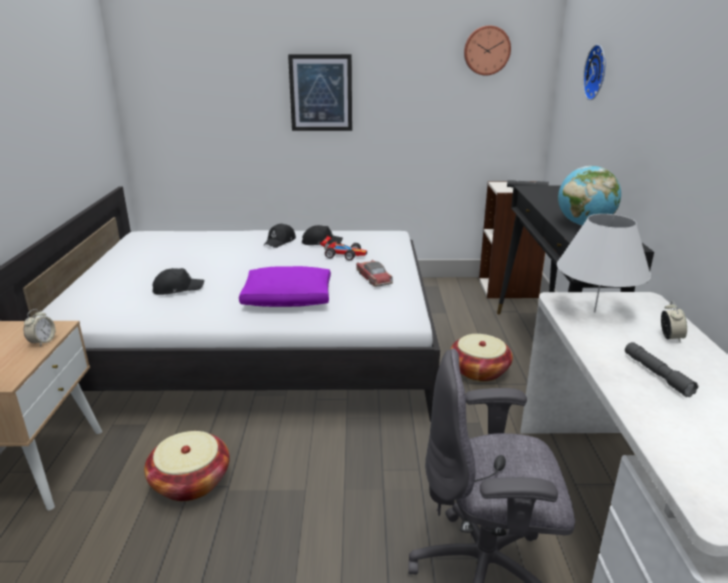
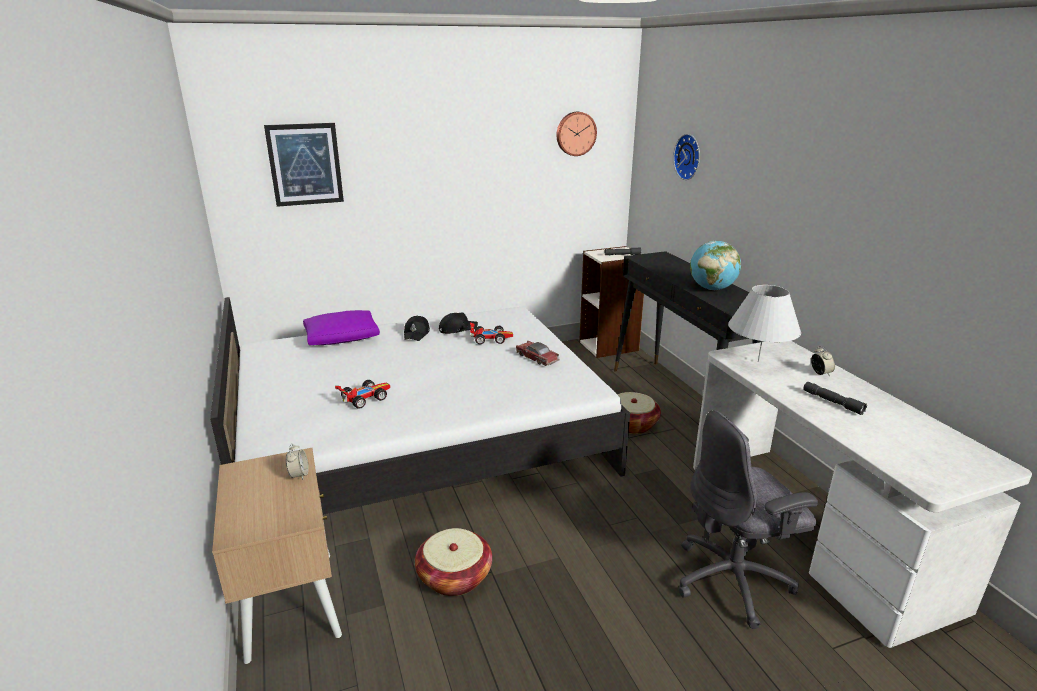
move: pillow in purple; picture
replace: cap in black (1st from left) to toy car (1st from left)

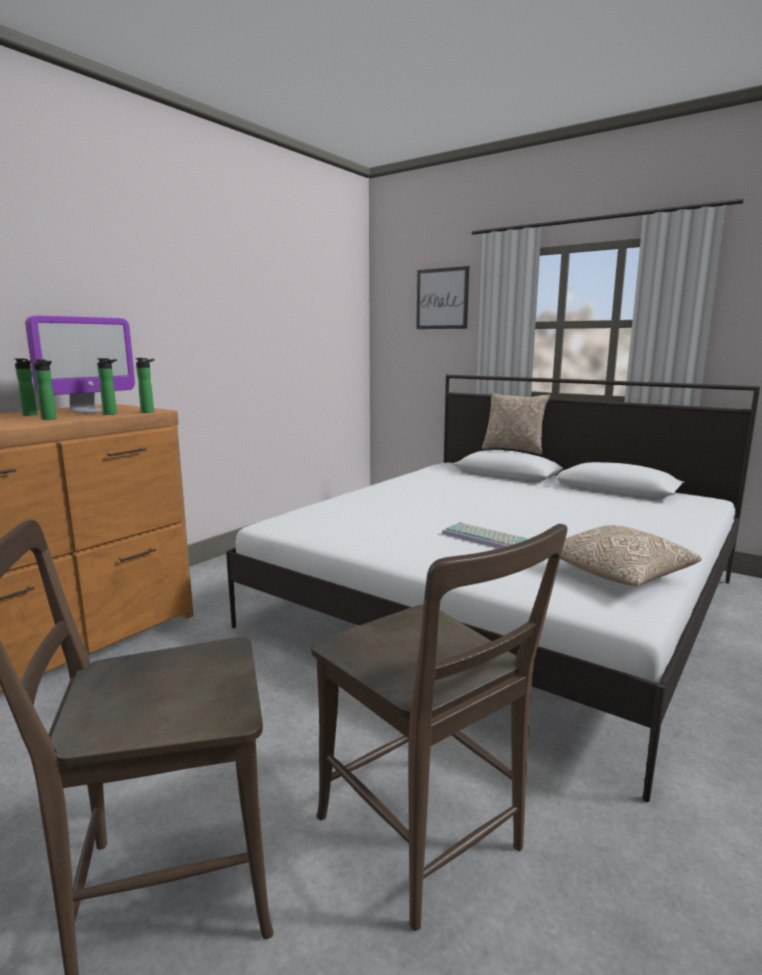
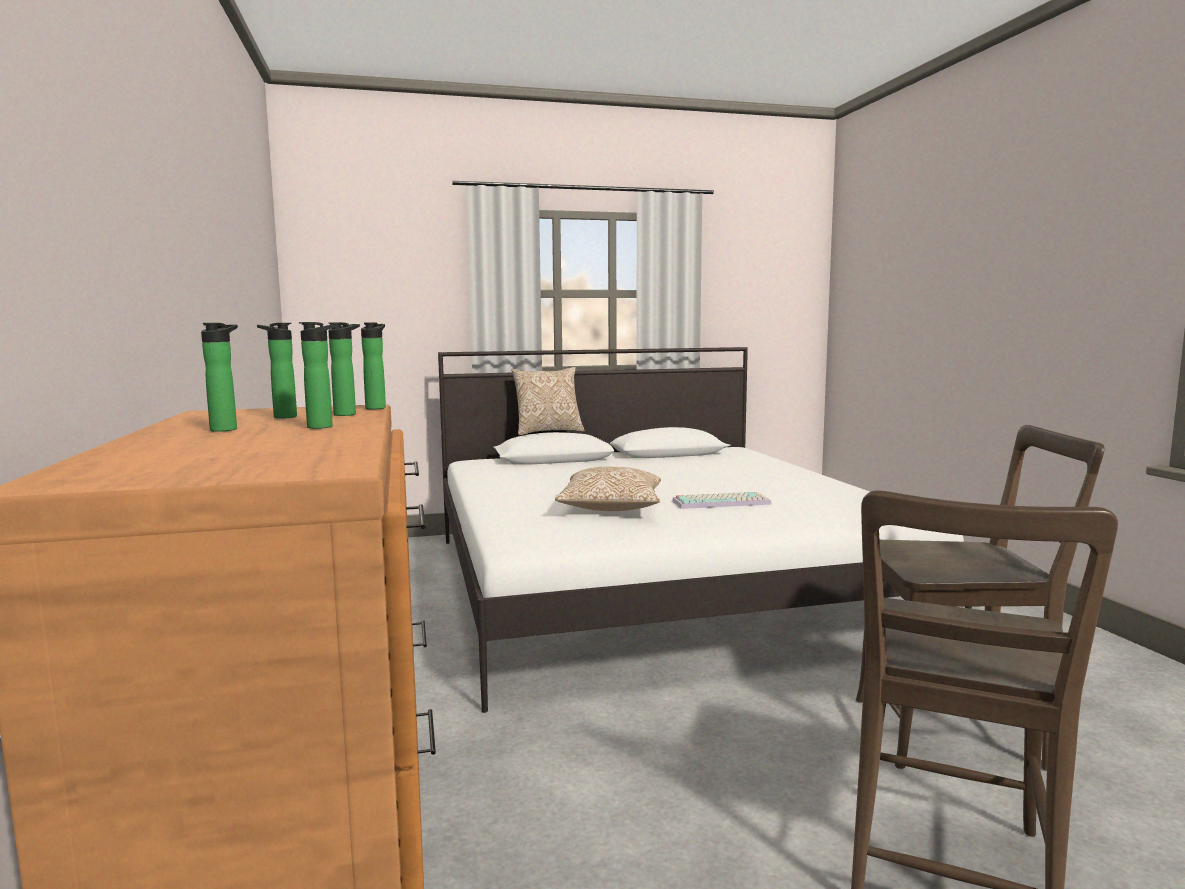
delete: picture
move: pillow (2nd from left)
replace: monitor to bottle (2nd from left)

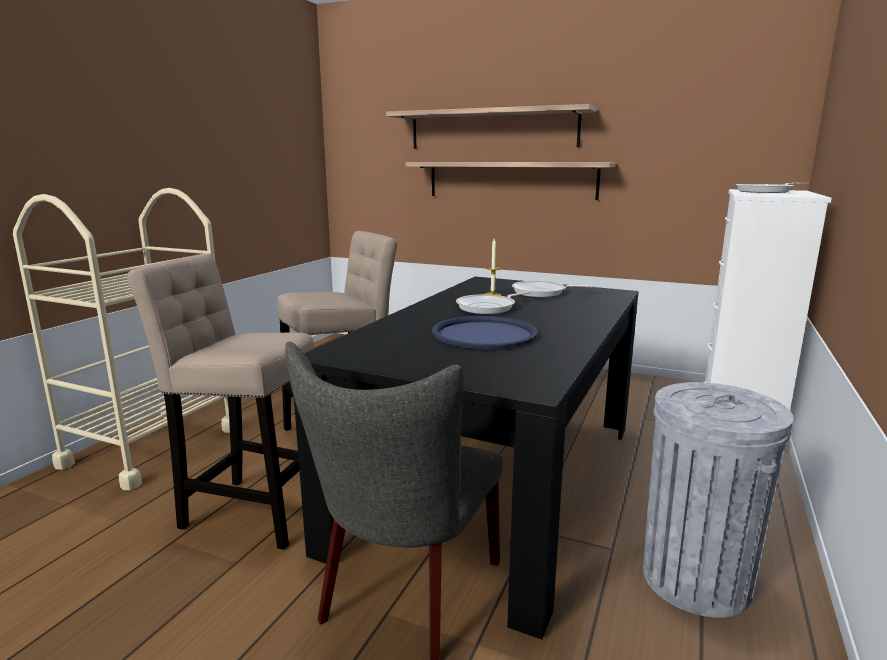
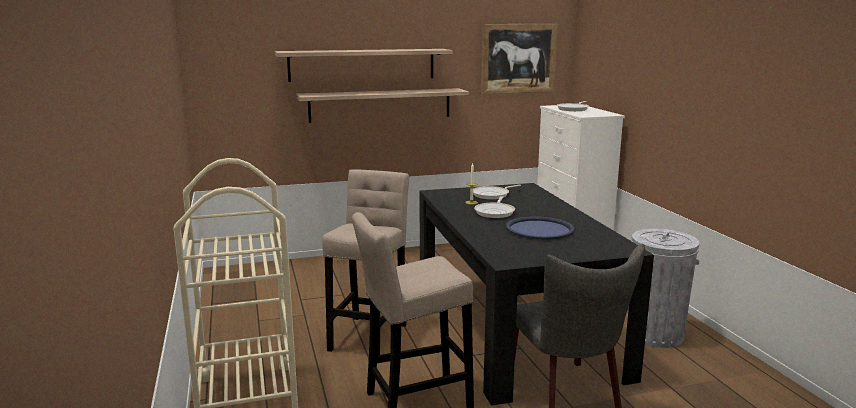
insert: picture

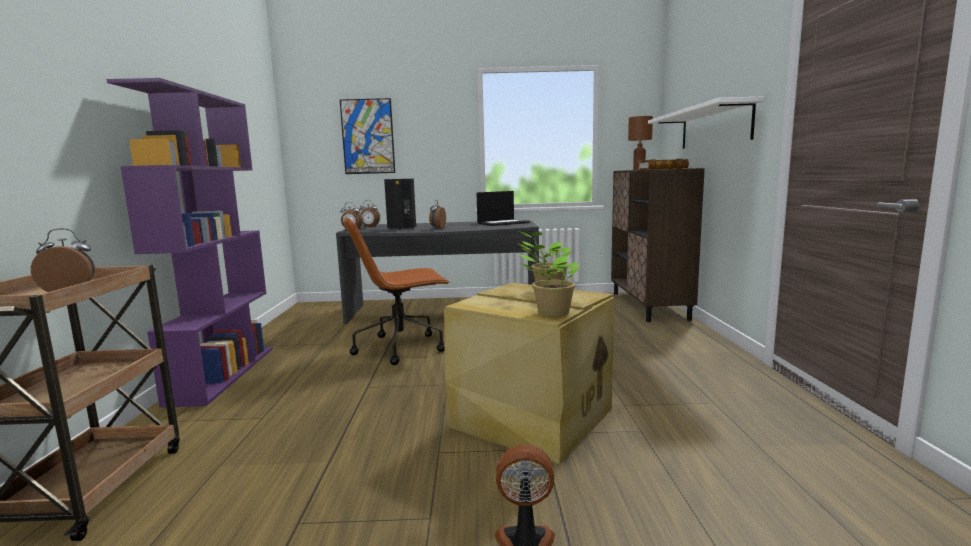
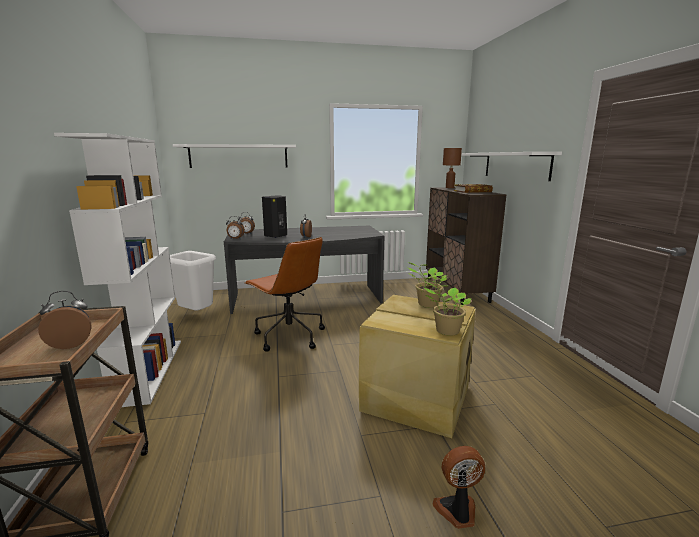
delete: laptop
insert: trash can in white
replace: picture to shelf in white (1st from left)
recolor: bookcase in purple to bookcase in white
rotate: office chair in brown 105 degrees counterclockwise

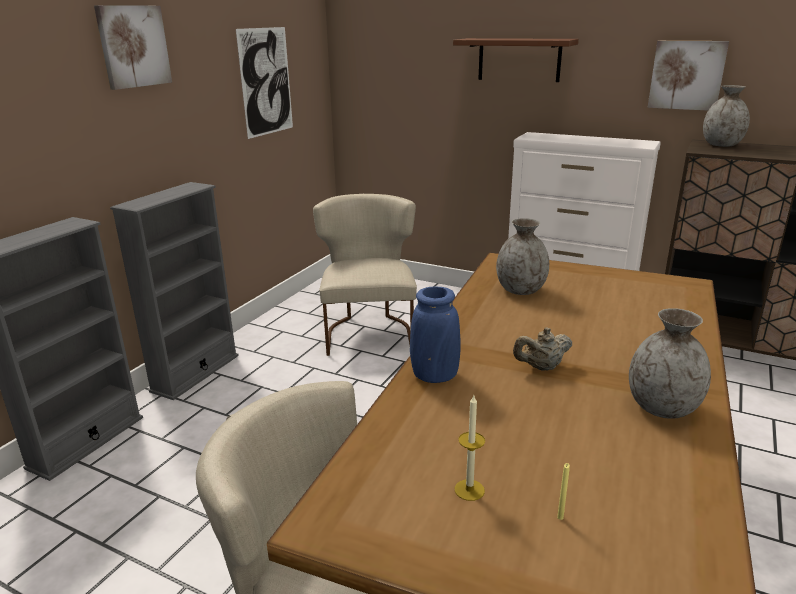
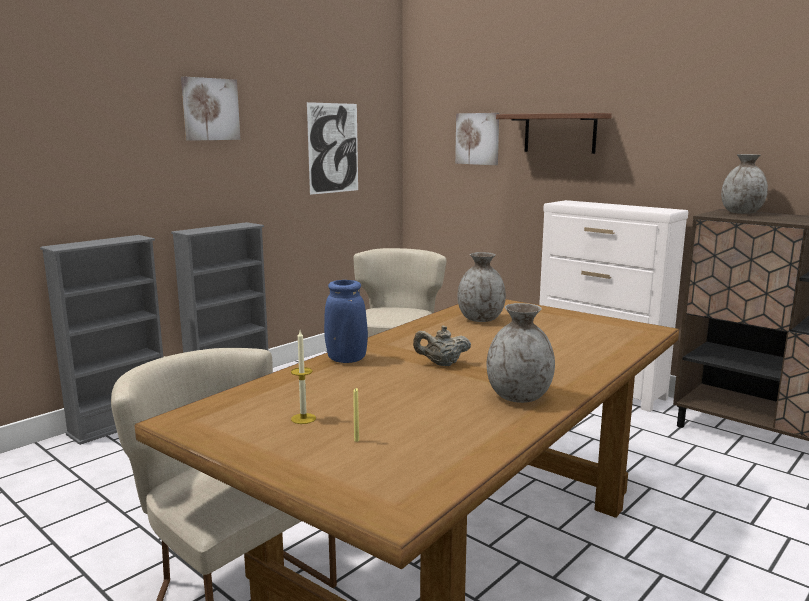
move: picture (3rd from left)

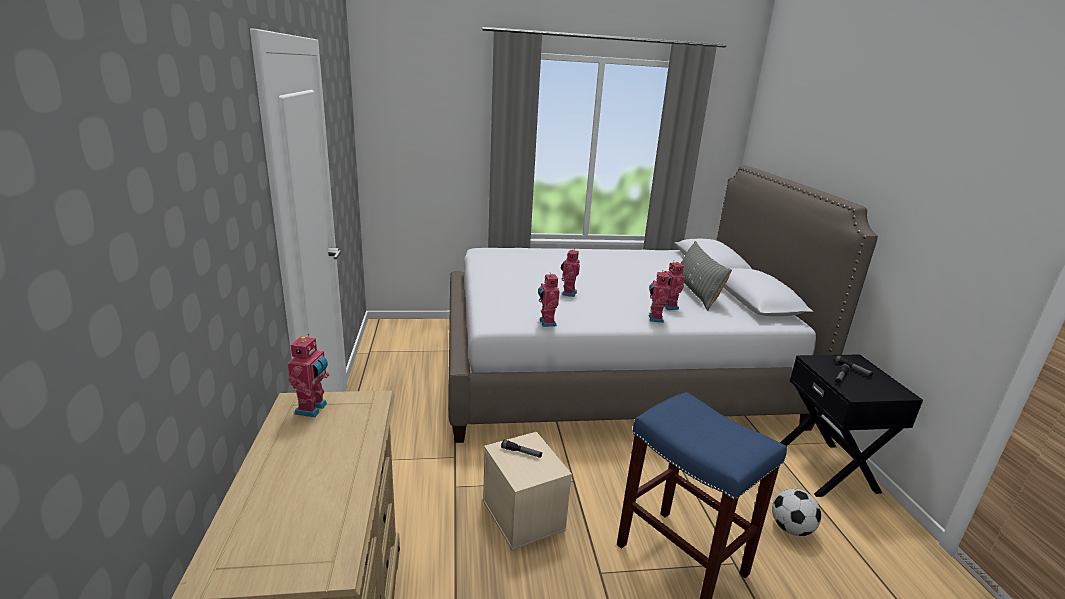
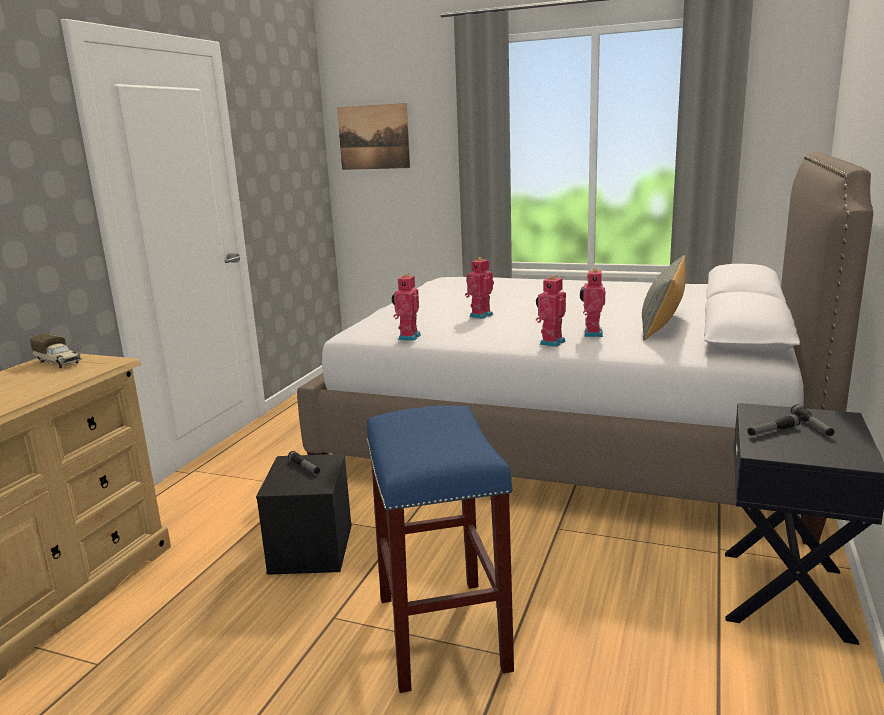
delete: football
insert: picture
replace: toy robot (1st from left) to toy truck
recolor: storage box in beige to storage box in black

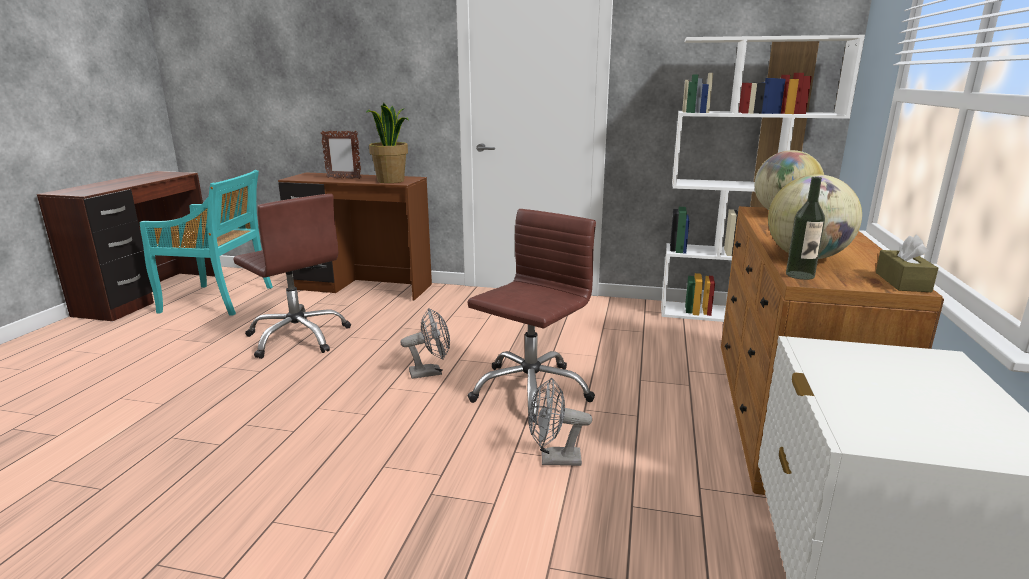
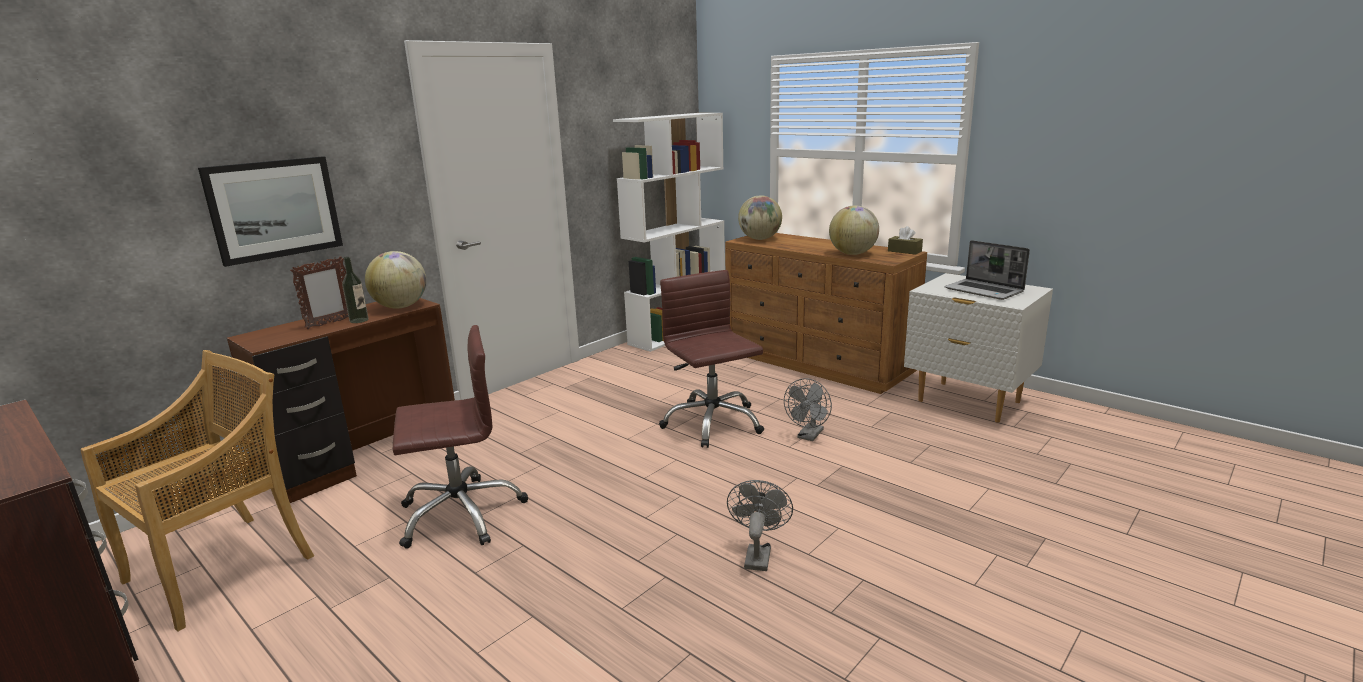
insert: picture; laptop
move: fan in grey (1st from left); bottle
replace: potted plant to globe (1st from left)
recolor: chair in turquoise to chair in beige

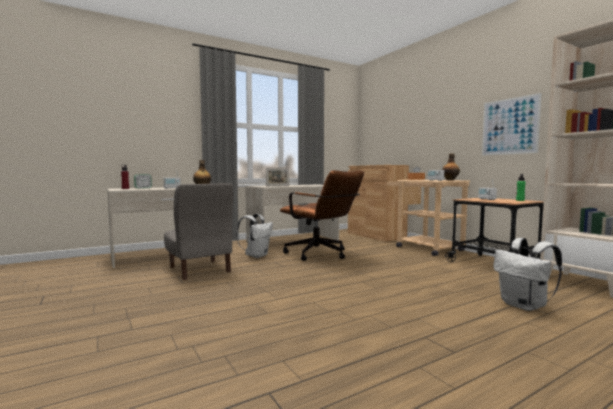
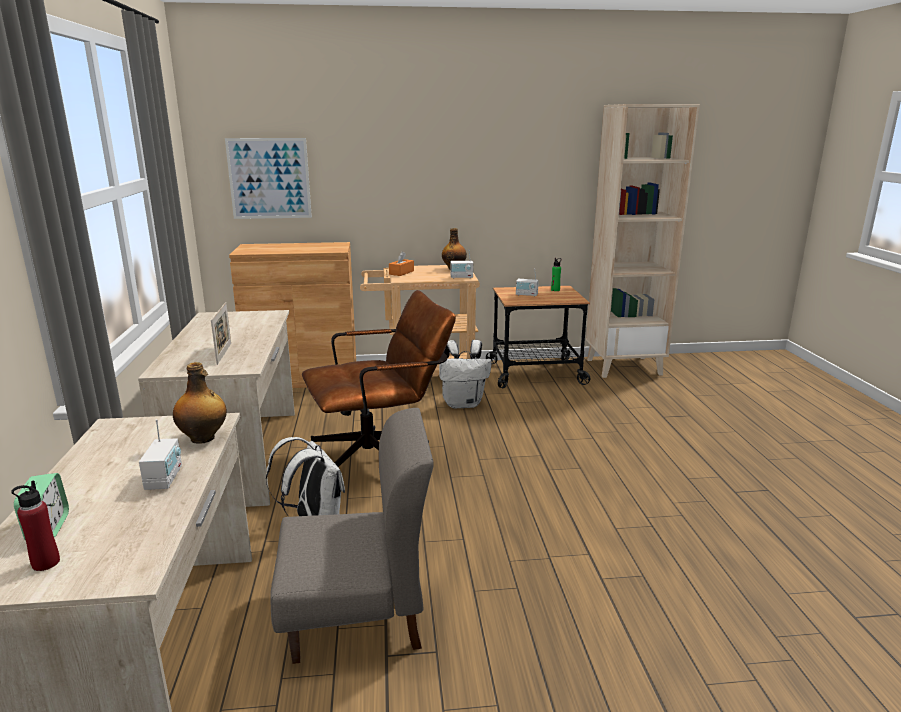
move: picture; backpack in white (2nd from left)

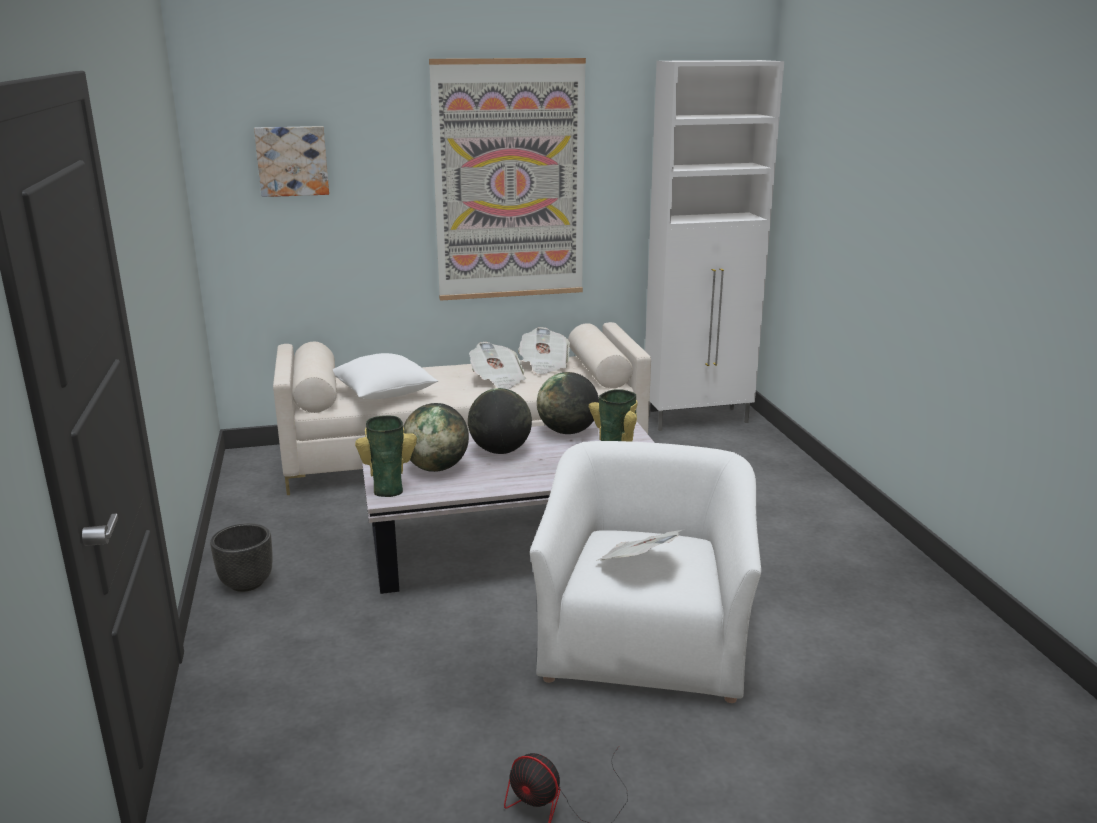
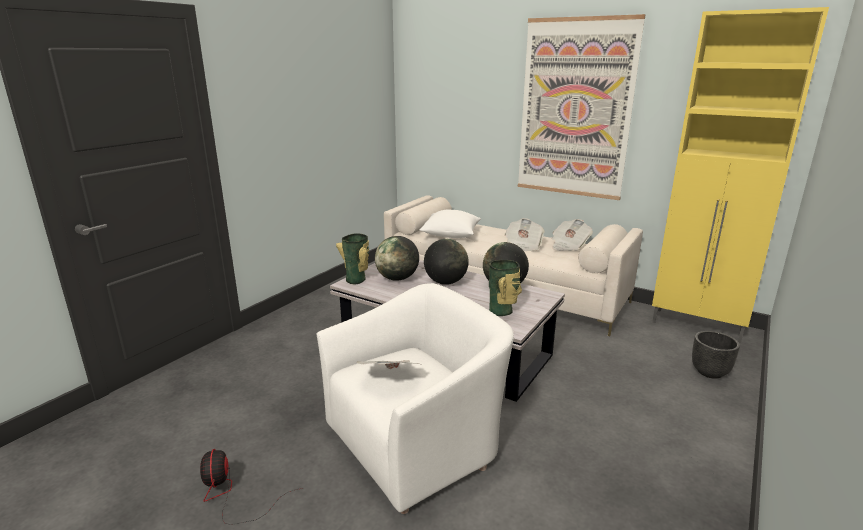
delete: picture (1st from left)
move: planter in black
recolor: cabinet in white to cabinet in yellow

